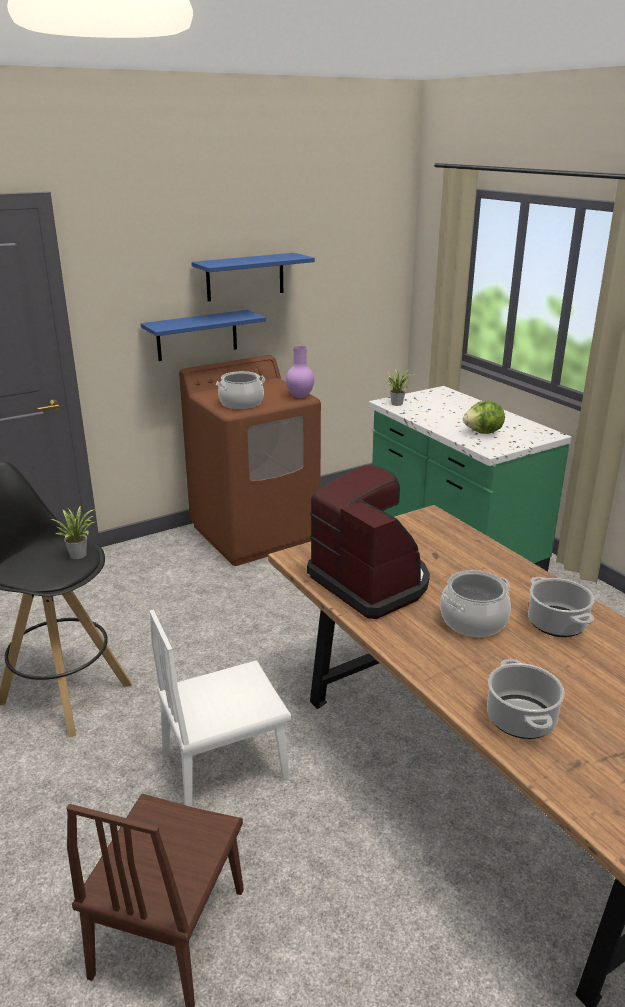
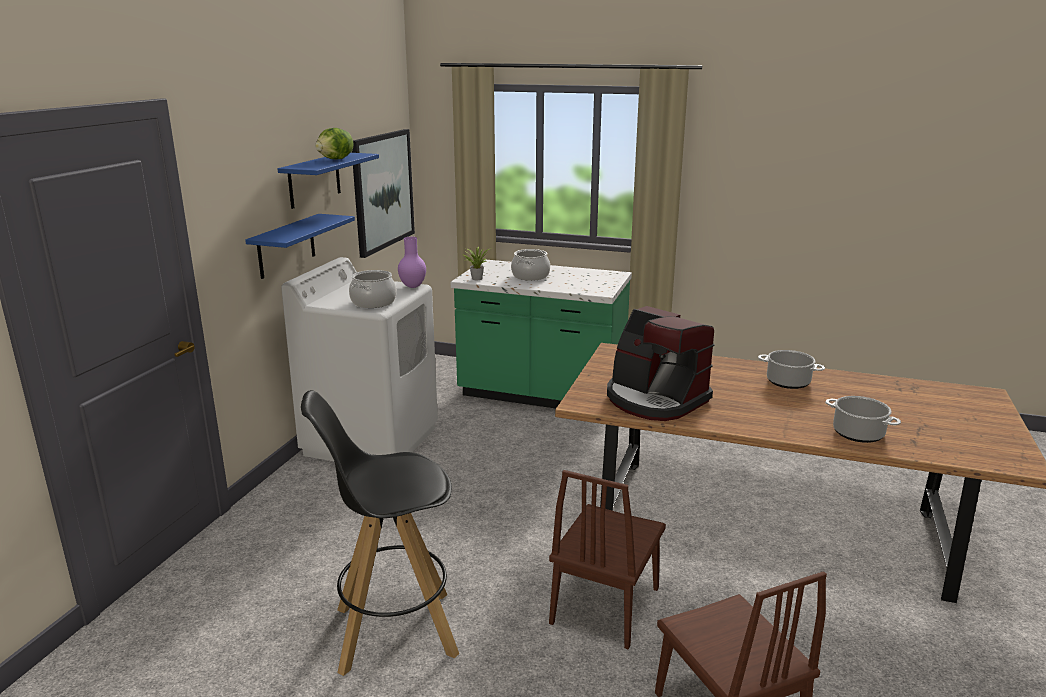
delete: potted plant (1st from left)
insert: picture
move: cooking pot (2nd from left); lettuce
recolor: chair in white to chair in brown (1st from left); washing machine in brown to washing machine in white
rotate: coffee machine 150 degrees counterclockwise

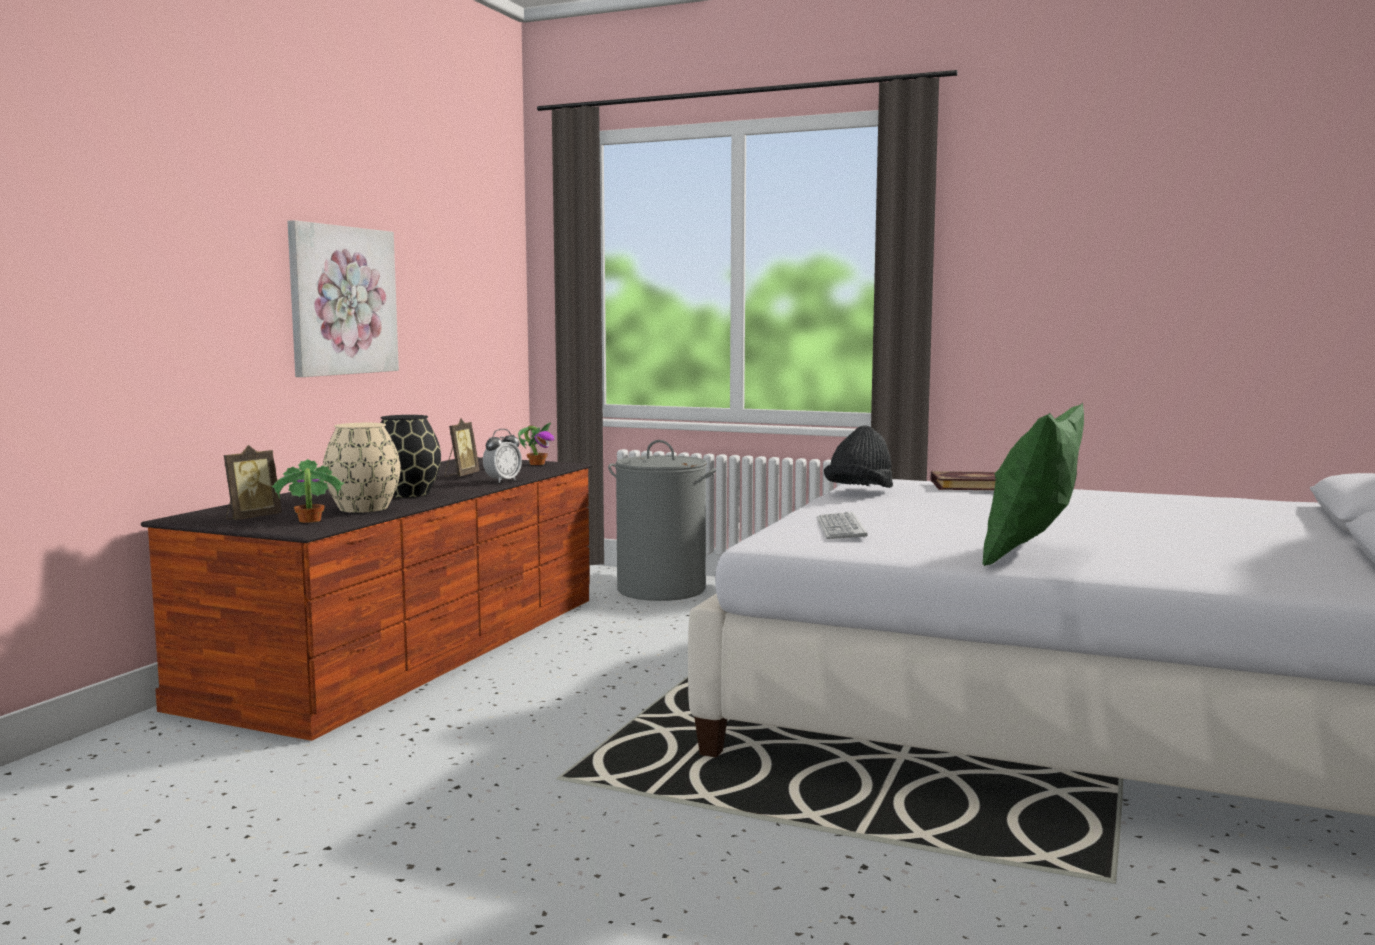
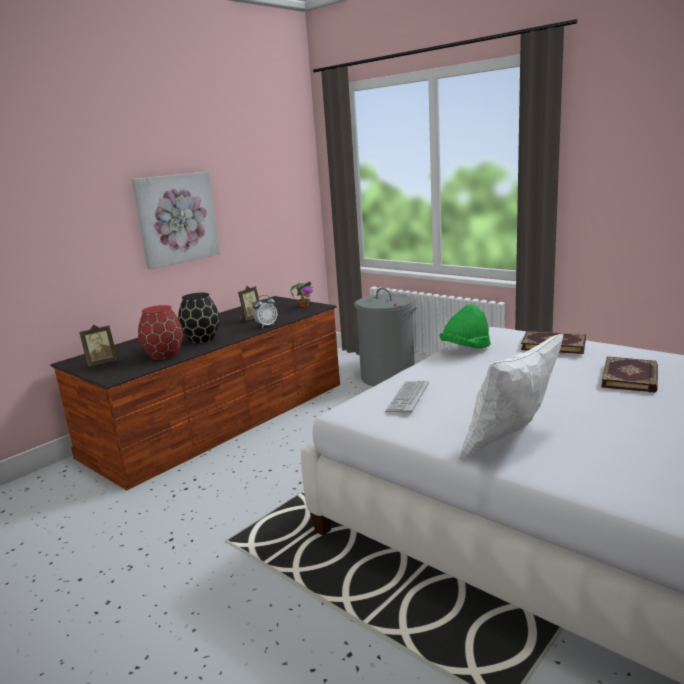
delete: potted plant (1st from left)
insert: book (2nd from left)
recolor: vase in beige to vase in red; hat in black to hat in green; pillow in green to pillow in white

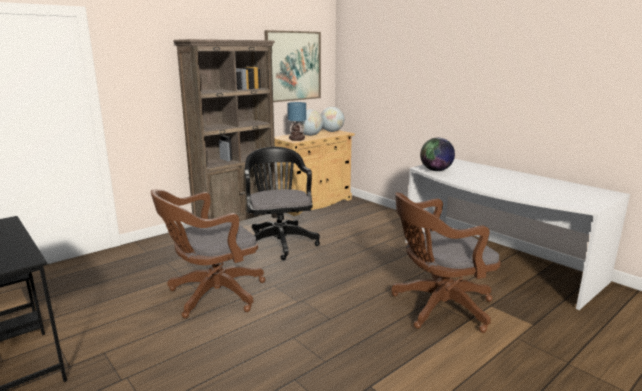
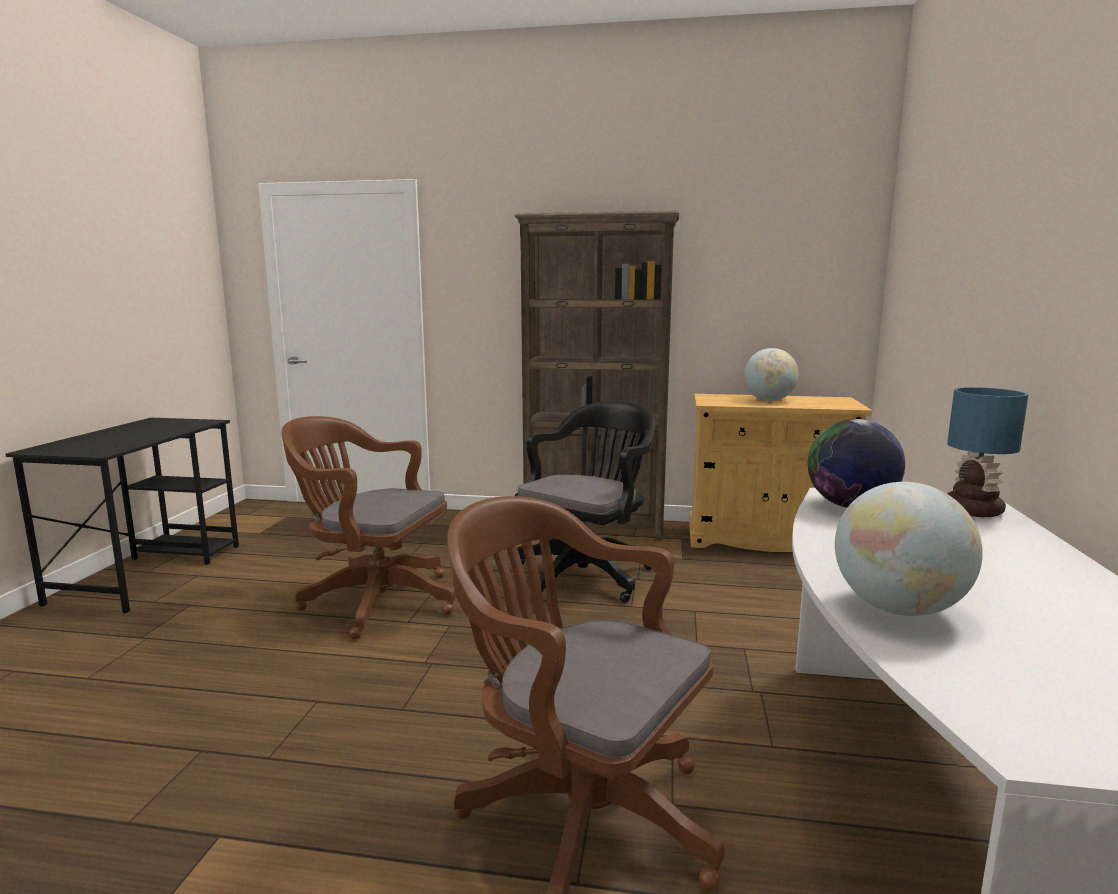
delete: picture
move: table lamp; globe (2nd from left in the first image) to globe (3rd from left)

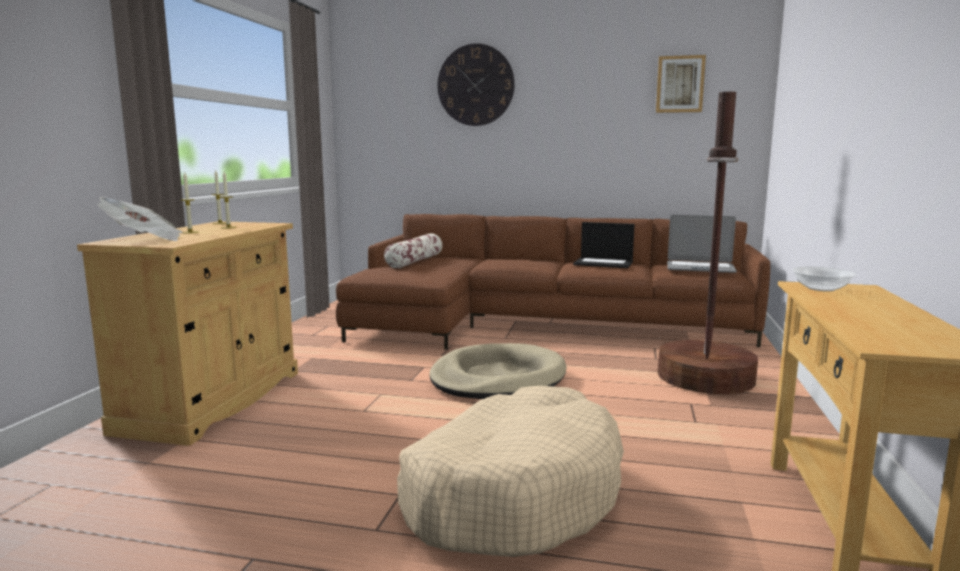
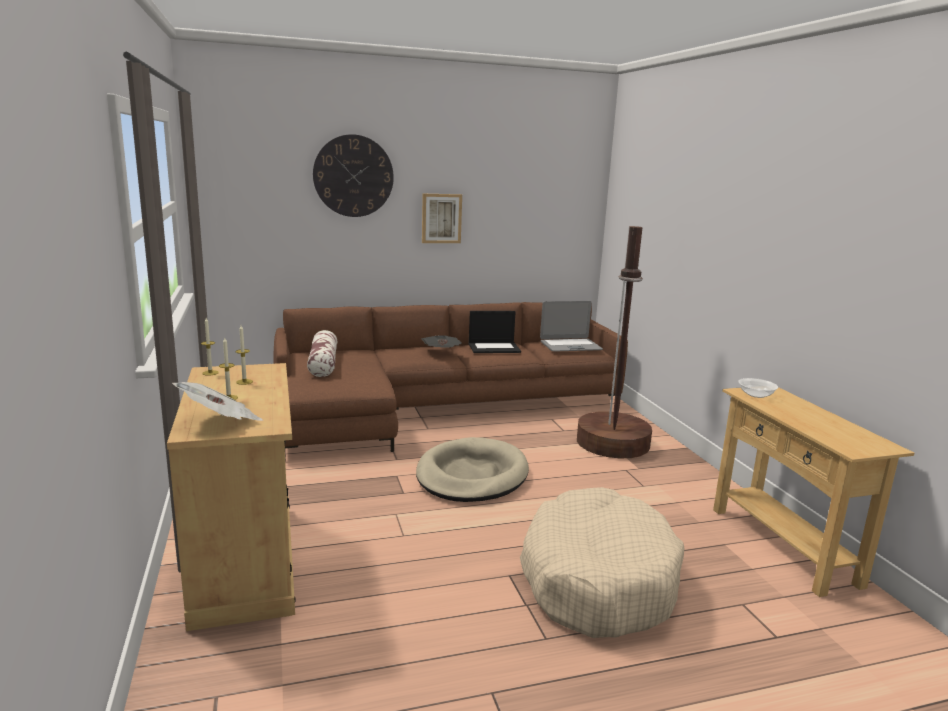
insert: newspaper (2nd from left)
move: picture

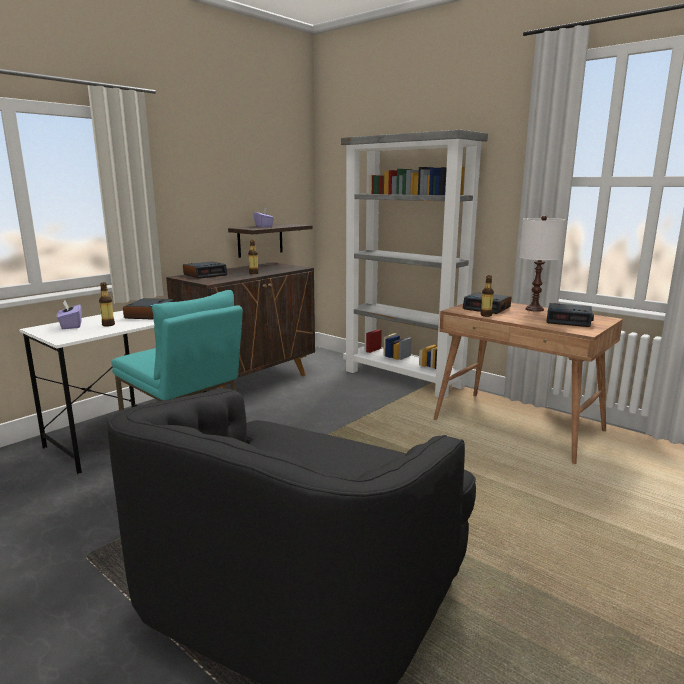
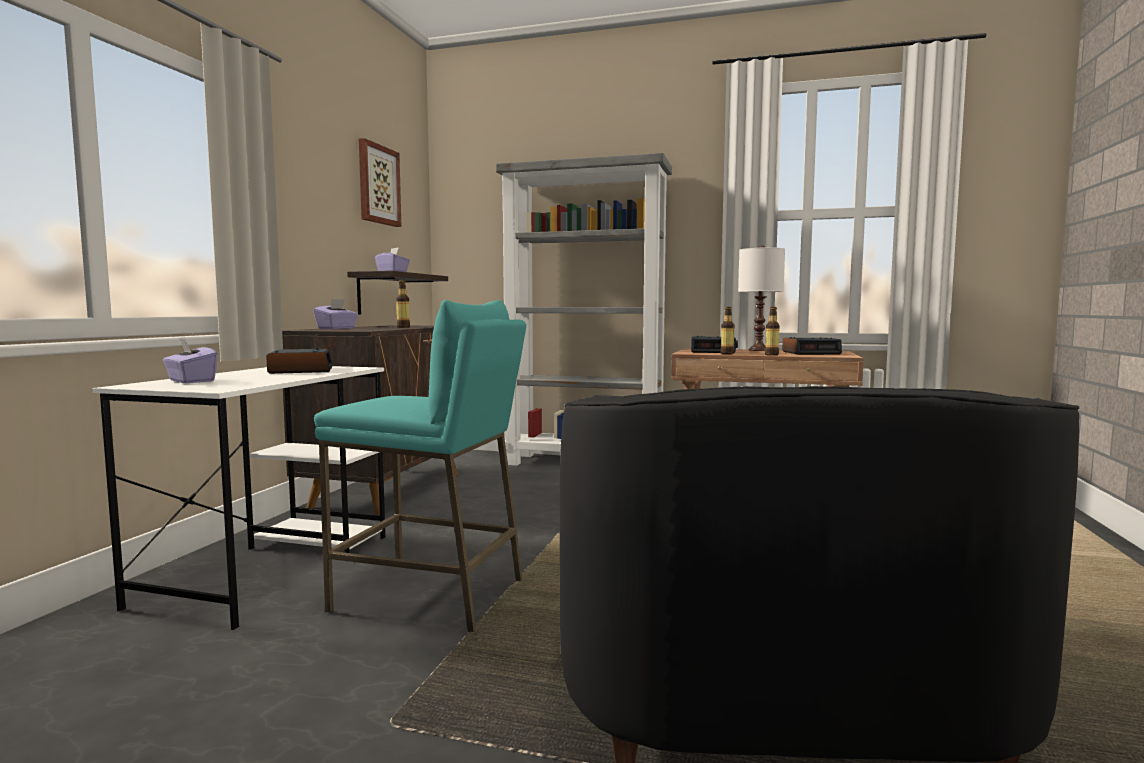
insert: picture
move: bottle (1st from left in the first image) to bottle (3rd from left)
replace: alarm clock (2nd from left) to tissue box in purple (2nd from left)

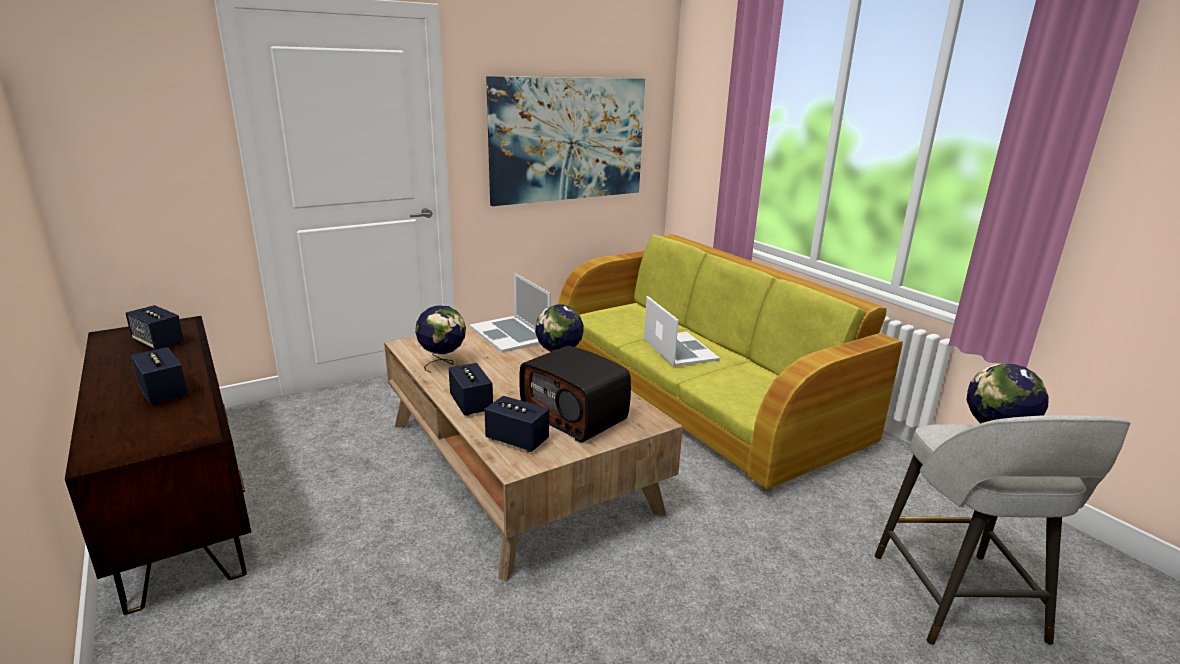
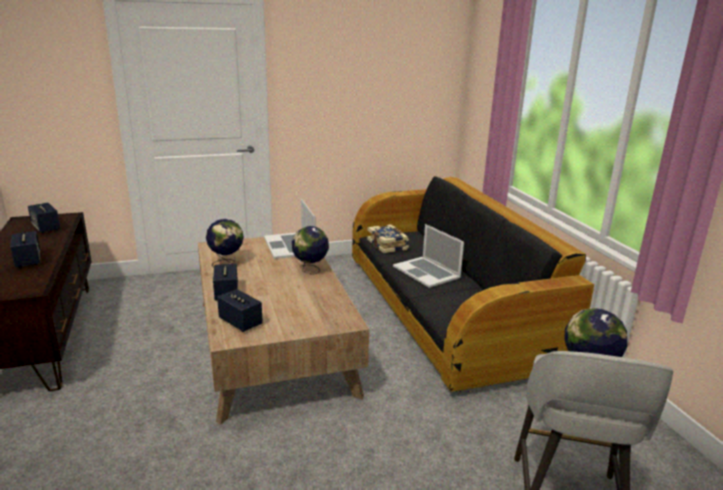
delete: picture; radio
insert: book
recolor: sofa in green to sofa in black
rotate: laptop (2nd from left) 150 degrees clockwise

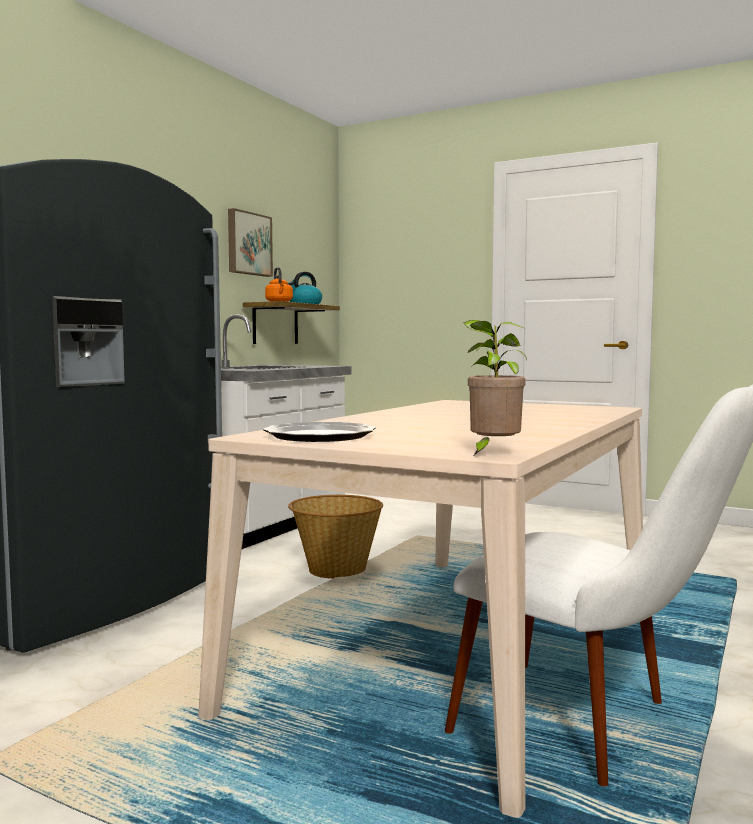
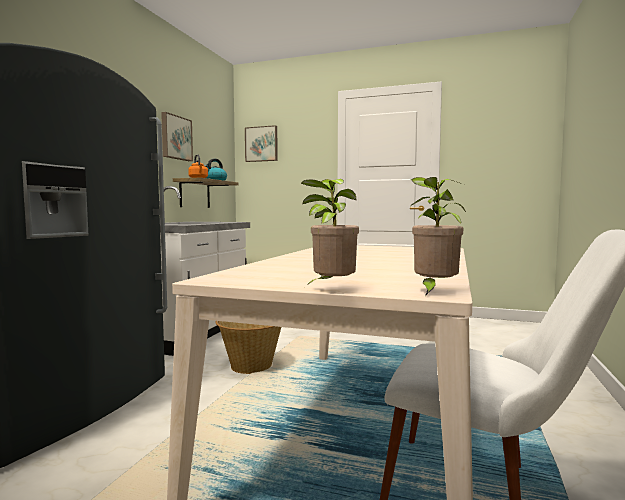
delete: plate
insert: picture (2nd from left); potted plant (1st from left)

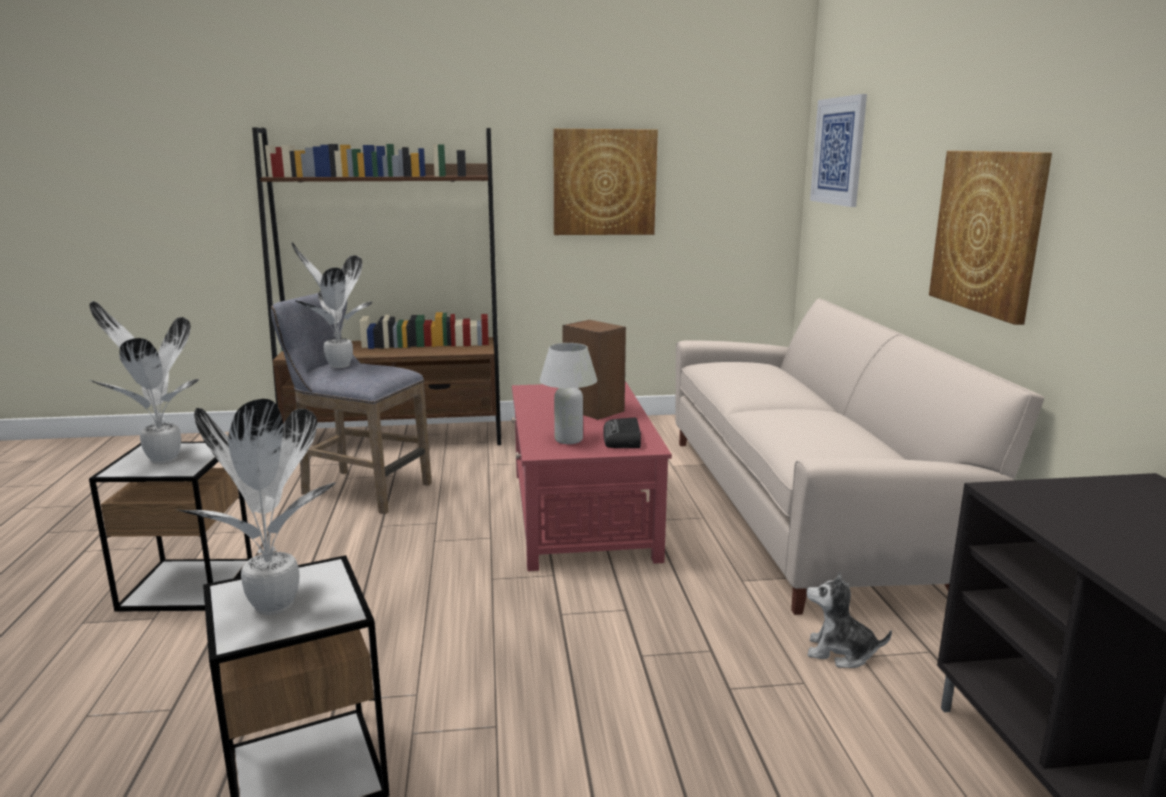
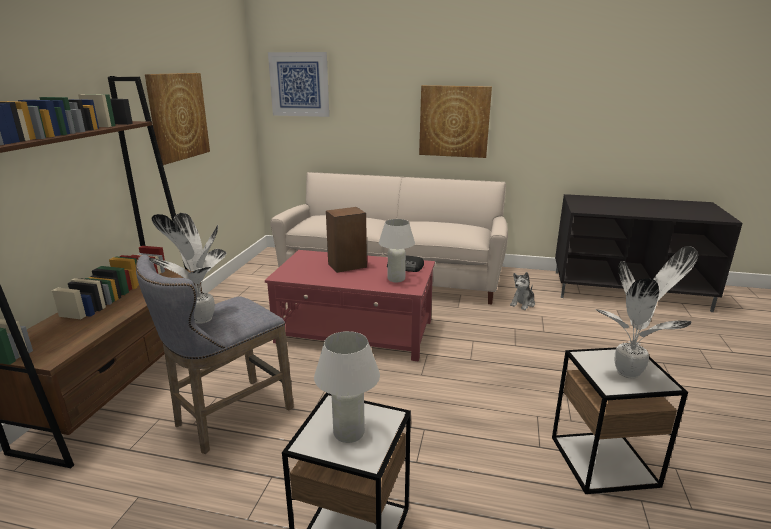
replace: potted plant (1st from left) to table lamp in white (1st from left)

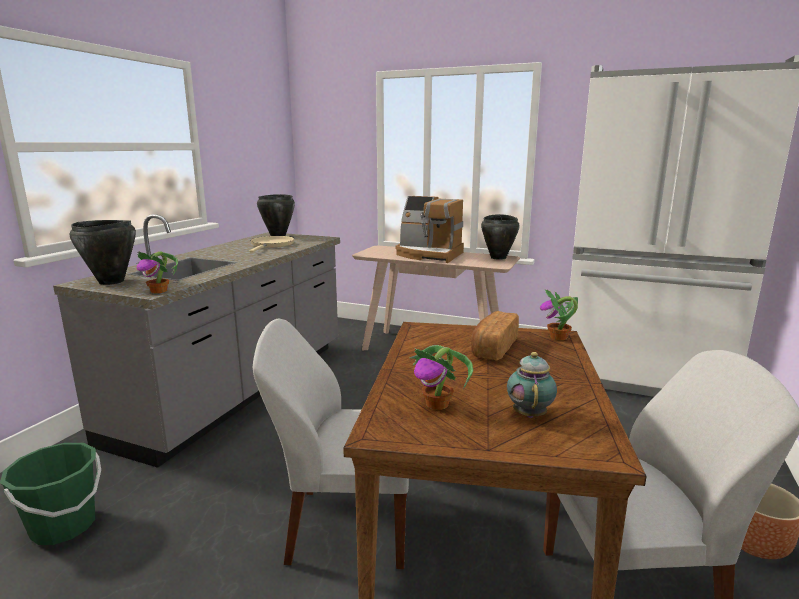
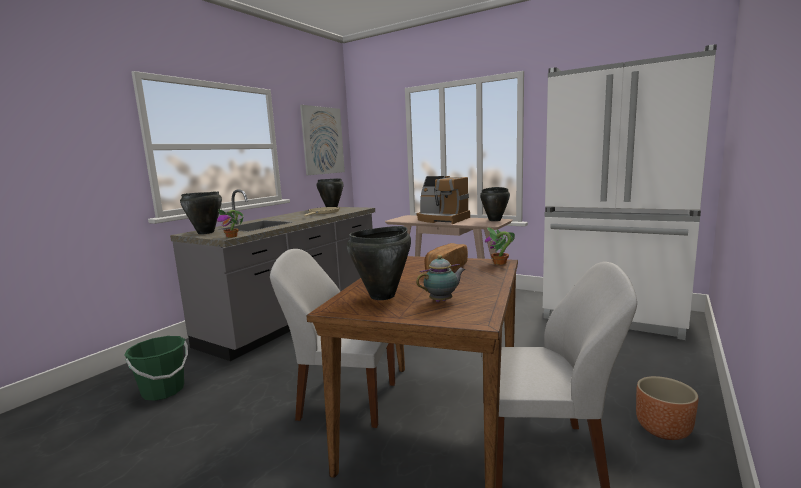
insert: picture
replace: potted plant (2nd from left) to cooking pot in black (3rd from left)
rotate: teapot 45 degrees clockwise

